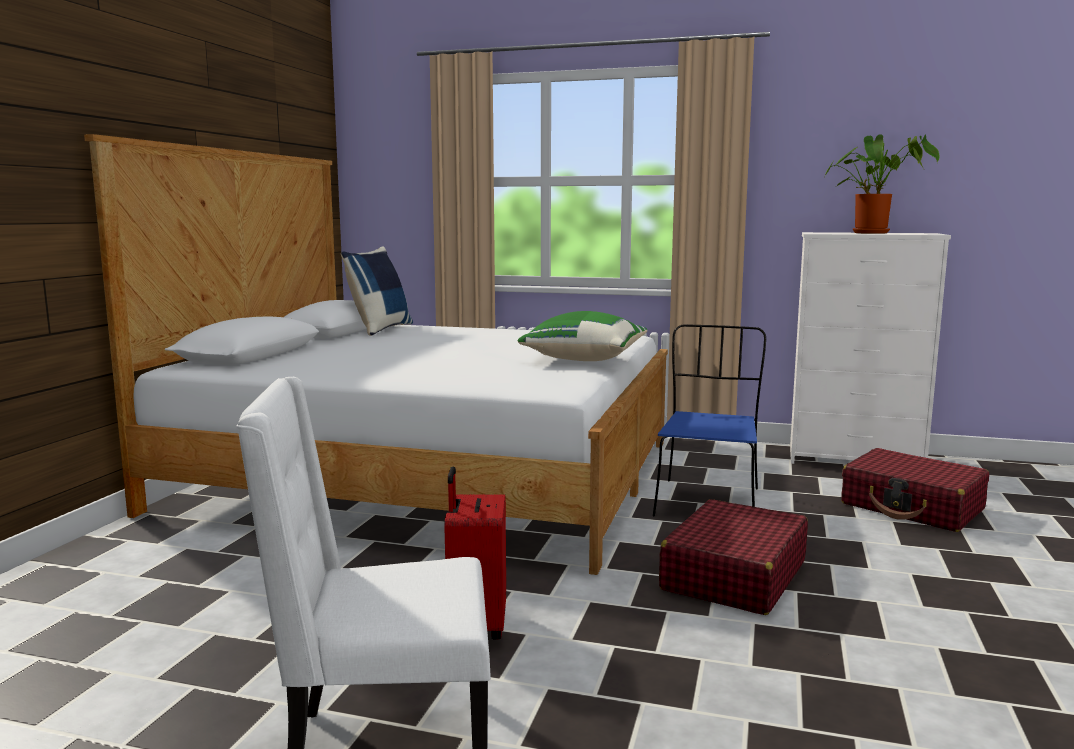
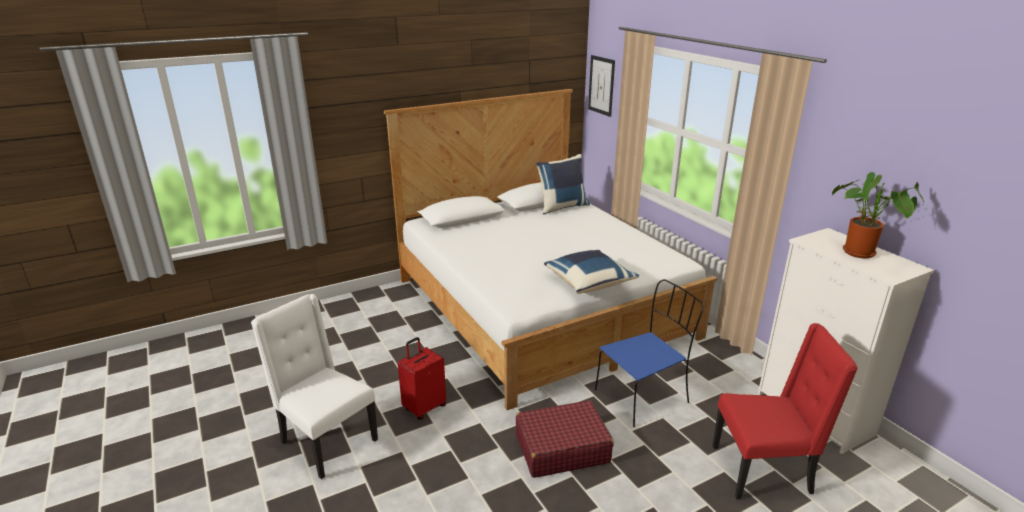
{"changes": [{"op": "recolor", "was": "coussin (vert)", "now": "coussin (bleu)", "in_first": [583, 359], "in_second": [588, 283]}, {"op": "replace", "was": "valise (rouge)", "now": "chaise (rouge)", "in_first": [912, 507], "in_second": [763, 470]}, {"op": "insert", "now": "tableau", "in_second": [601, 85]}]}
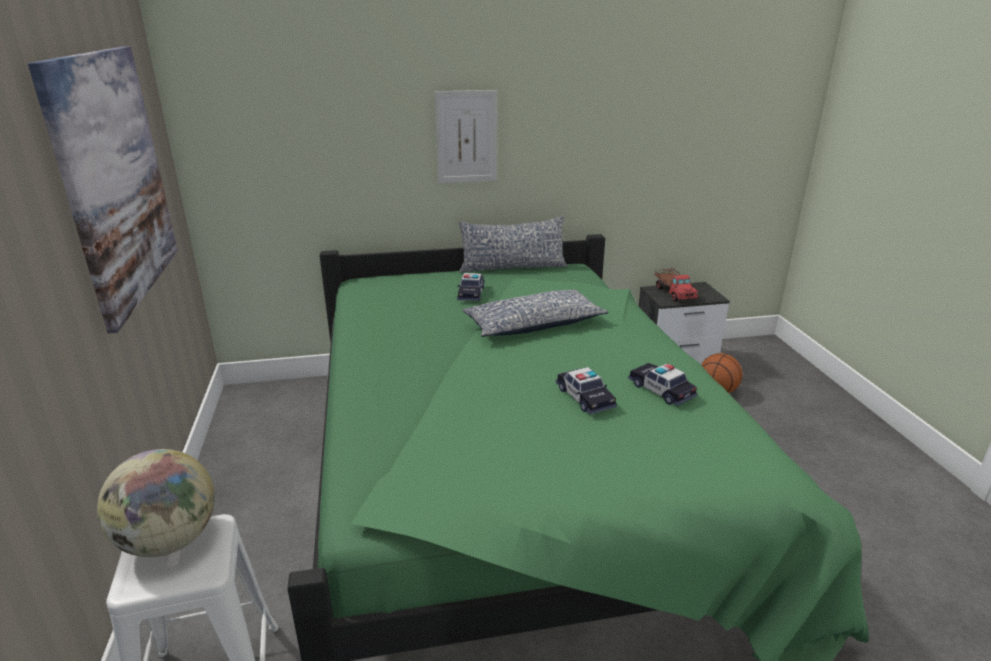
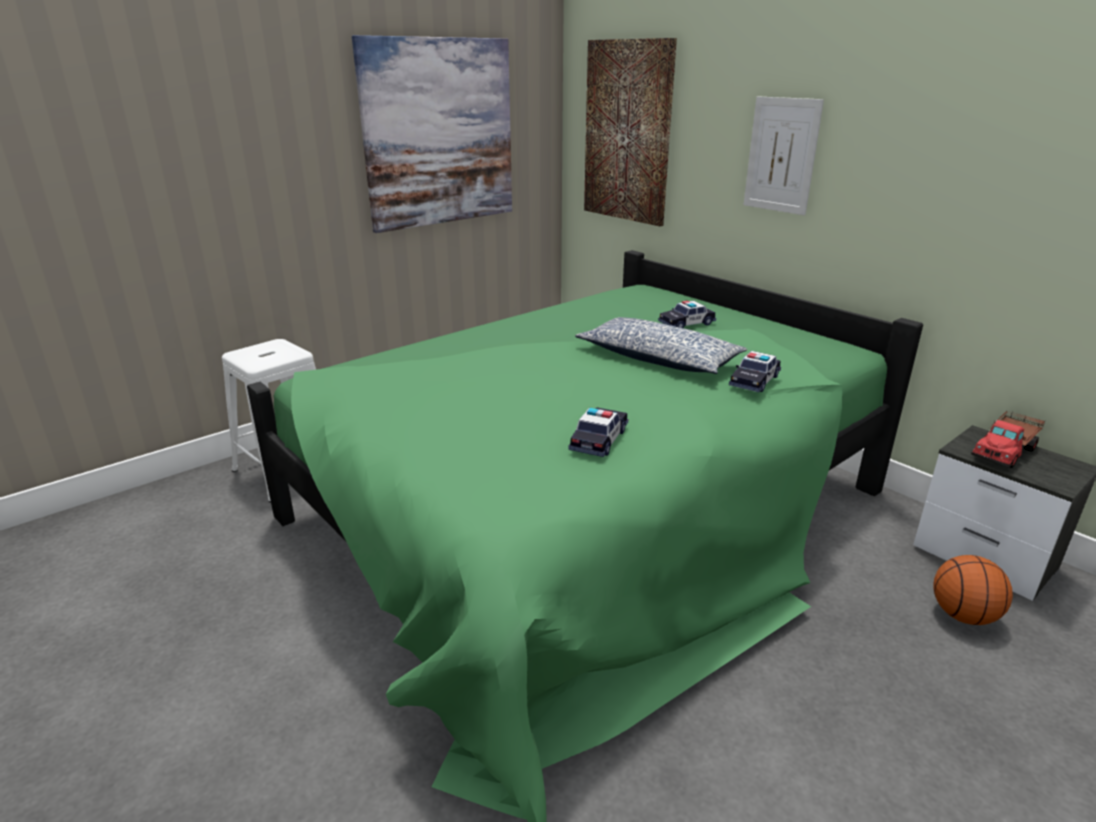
{"changes": [{"op": "delete", "was": "globe", "in_first": [169, 541]}, {"op": "delete", "was": "coussin", "in_first": [512, 267]}, {"op": "move", "was": "petite voiture", "in_first": [584, 397], "in_second": [754, 381]}, {"op": "insert", "now": "tableau", "in_second": [627, 132]}]}
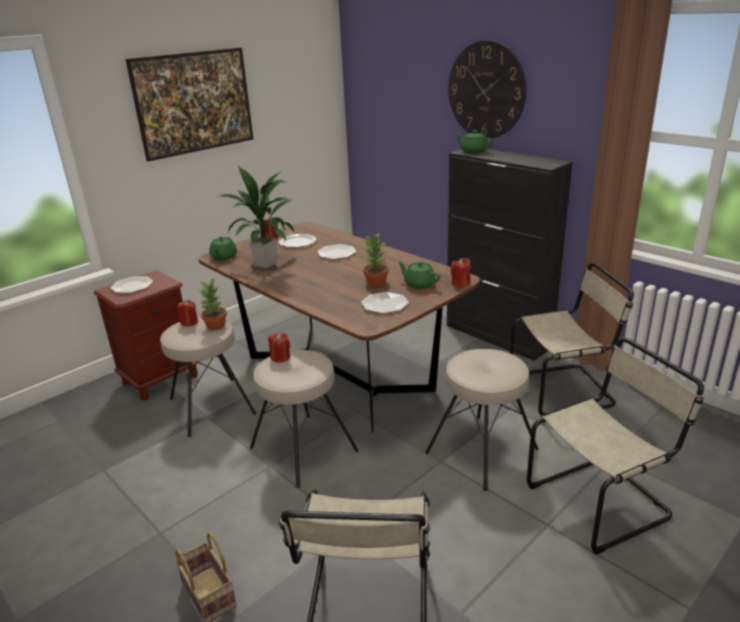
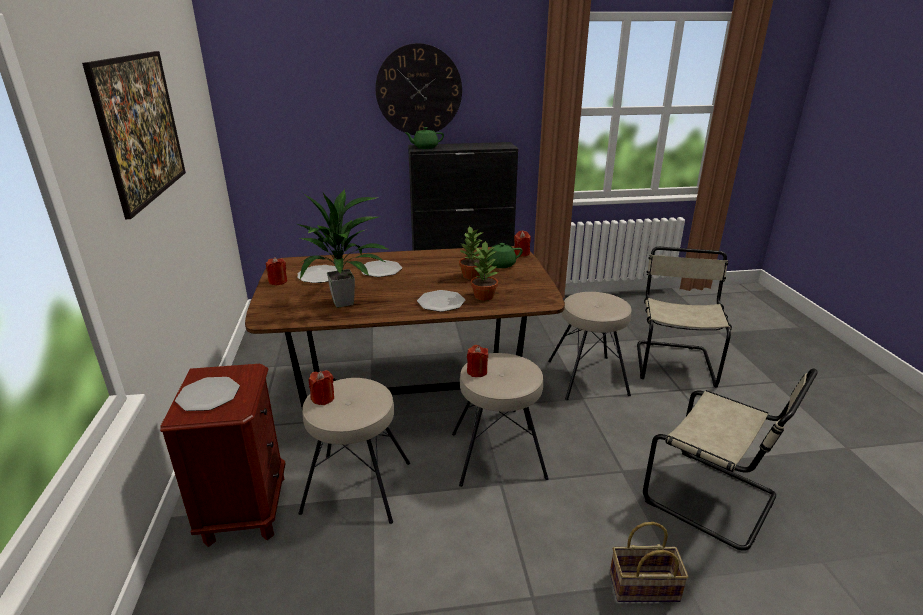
{"changes": [{"op": "move", "was": "plante en pot", "in_first": [216, 326], "in_second": [484, 296]}, {"op": "delete", "was": "théière (vert)", "in_first": [223, 257]}, {"op": "move", "was": "assiette", "in_first": [385, 304], "in_second": [441, 302]}, {"op": "delete", "was": "chaise (beige)", "in_first": [564, 390]}]}
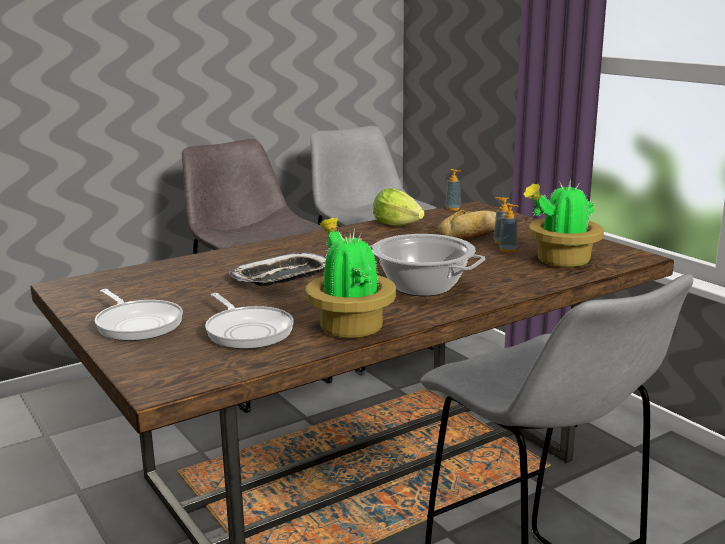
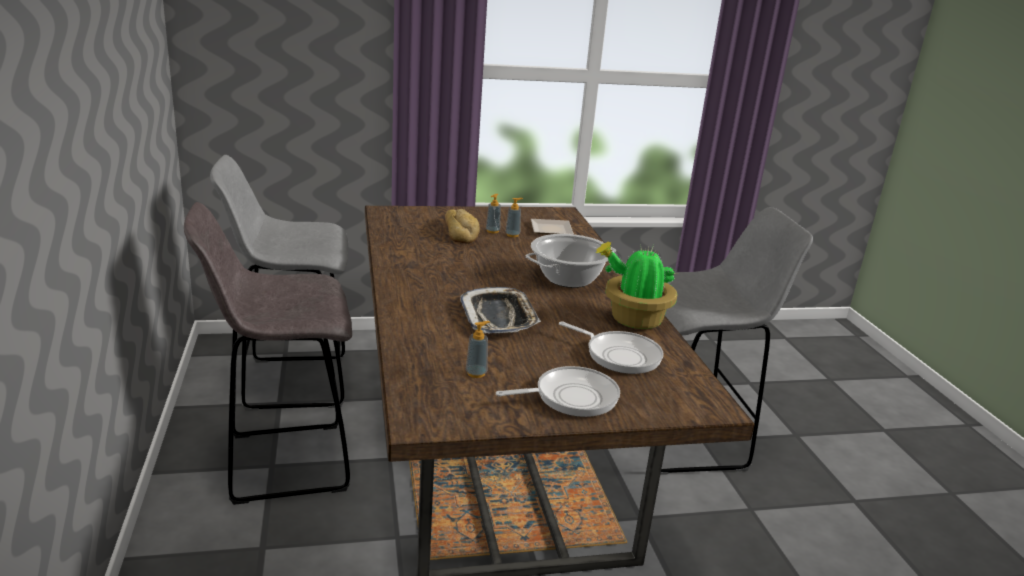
{"changes": [{"op": "rotate", "was": "poêle", "in_first": [247, 331], "in_second": [619, 355], "clockwise": 45}, {"op": "delete", "was": "laitue", "in_first": [397, 225]}, {"op": "move", "was": "distributeur de savon", "in_first": [453, 209], "in_second": [476, 373]}, {"op": "replace", "was": "plante en pot", "now": "assiette", "in_first": [561, 261], "in_second": [553, 230]}]}
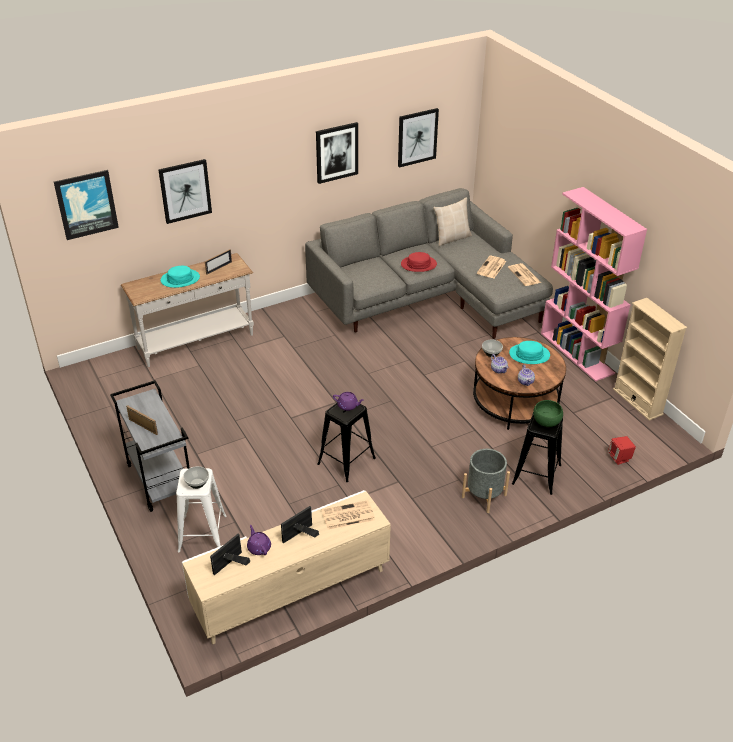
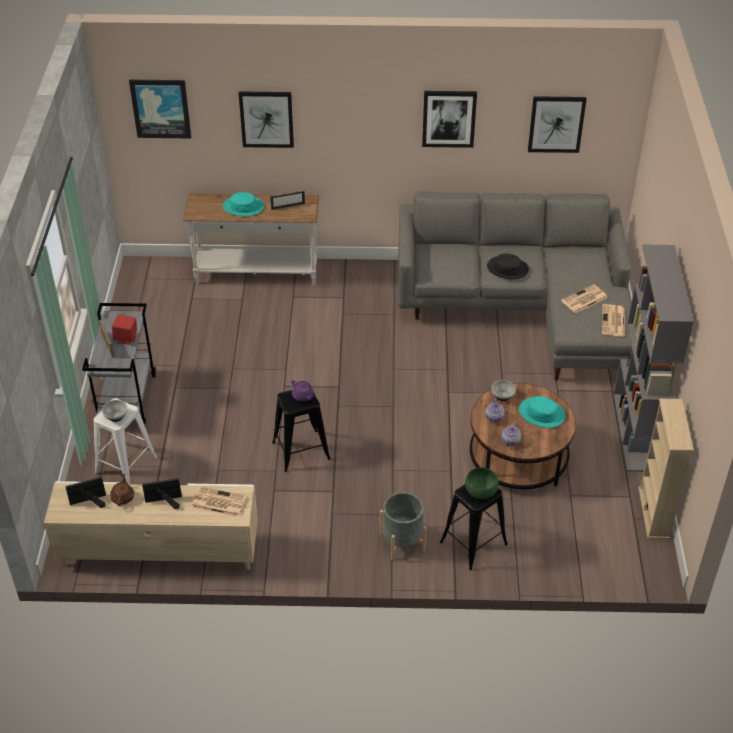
{"changes": [{"op": "recolor", "was": "théière (violet)", "now": "théière (marron)", "in_first": [259, 547], "in_second": [123, 497]}, {"op": "recolor", "was": "chapeau (rouge)", "now": "chapeau (noir)", "in_first": [418, 264], "in_second": [507, 268]}, {"op": "delete", "was": "coussin (beige)", "in_first": [452, 238]}, {"op": "recolor", "was": "bibliothèque (rose)", "now": "bibliothèque (gris)", "in_first": [577, 353], "in_second": [635, 432]}, {"op": "move", "was": "enceinte (rouge)", "in_first": [619, 458], "in_second": [126, 338]}]}
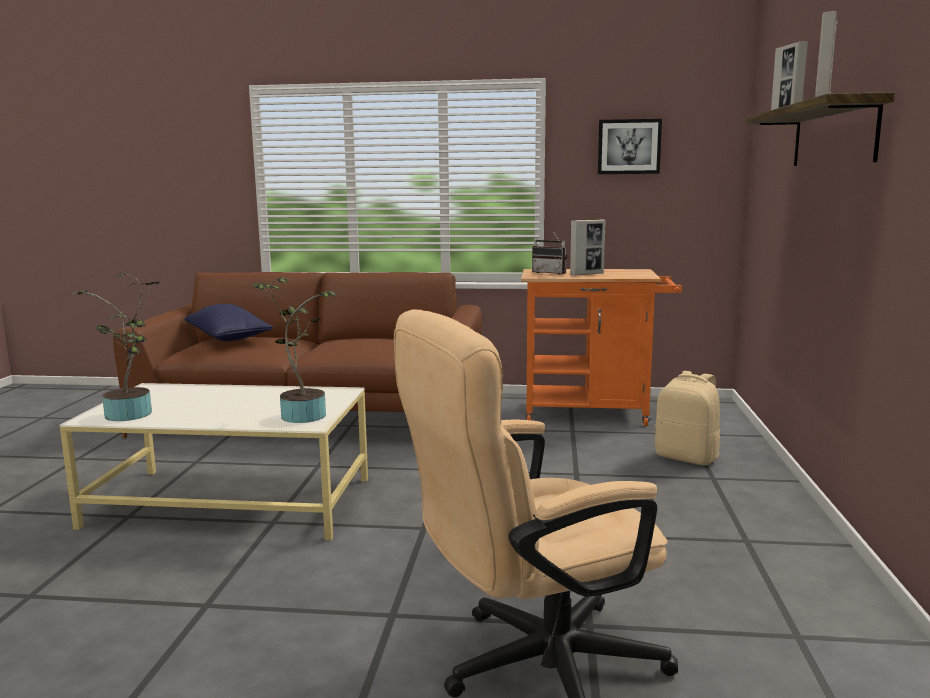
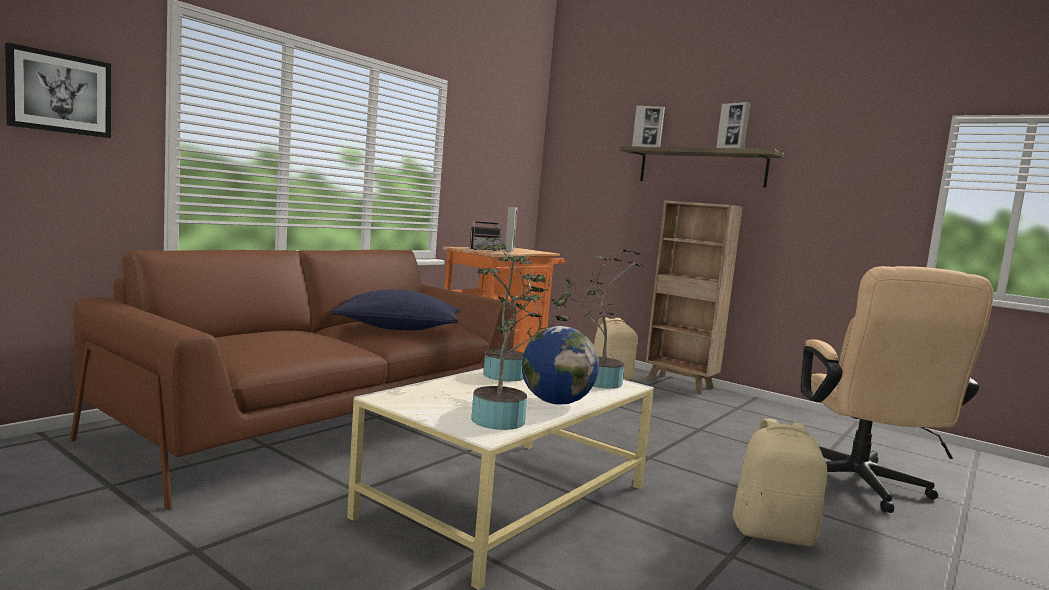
{"changes": [{"op": "move", "was": "coussin (bleu)", "in_first": [228, 338], "in_second": [398, 328]}, {"op": "move", "was": "tableau", "in_first": [629, 147], "in_second": [59, 93]}, {"op": "insert", "now": "plante en pot", "in_second": [508, 374]}, {"op": "insert", "now": "globe", "in_second": [556, 402]}, {"op": "insert", "now": "bibliothèque (marron)", "in_second": [680, 385]}, {"op": "insert", "now": "sac à dos (beige)", "in_second": [774, 533]}]}
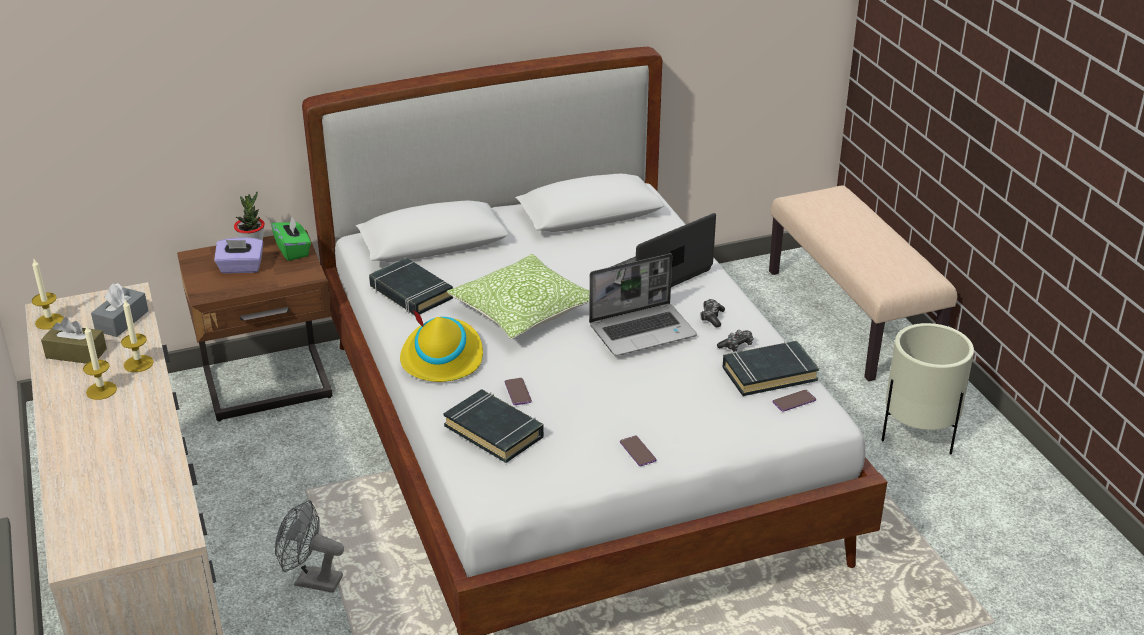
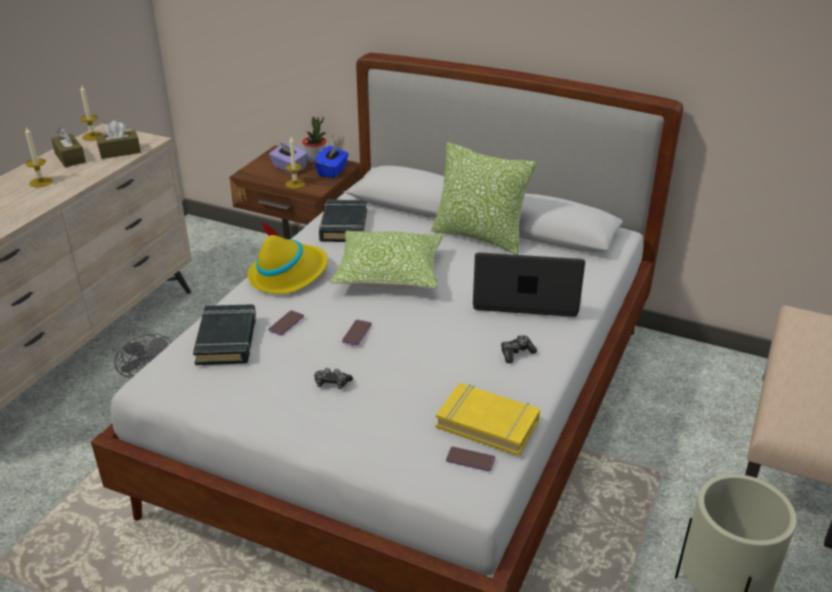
{"changes": [{"op": "recolor", "was": "boîte à mouchoirs (gris)", "now": "boîte à mouchoirs (marron)", "in_first": [122, 321], "in_second": [120, 152]}, {"op": "move", "was": "bougie", "in_first": [138, 363], "in_second": [295, 184]}, {"op": "recolor", "was": "boîte à mouchoirs (vert)", "now": "boîte à mouchoirs (bleu)", "in_first": [293, 250], "in_second": [332, 171]}, {"op": "delete", "was": "ordinateur portable", "in_first": [643, 330]}, {"op": "move", "was": "téléphone", "in_first": [637, 451], "in_second": [357, 333]}, {"op": "move", "was": "manette", "in_first": [736, 345], "in_second": [332, 383]}, {"op": "recolor", "was": "livre (noir)", "now": "livre (jaune)", "in_first": [769, 373], "in_second": [488, 424]}, {"op": "insert", "now": "coussin", "in_second": [479, 237]}]}
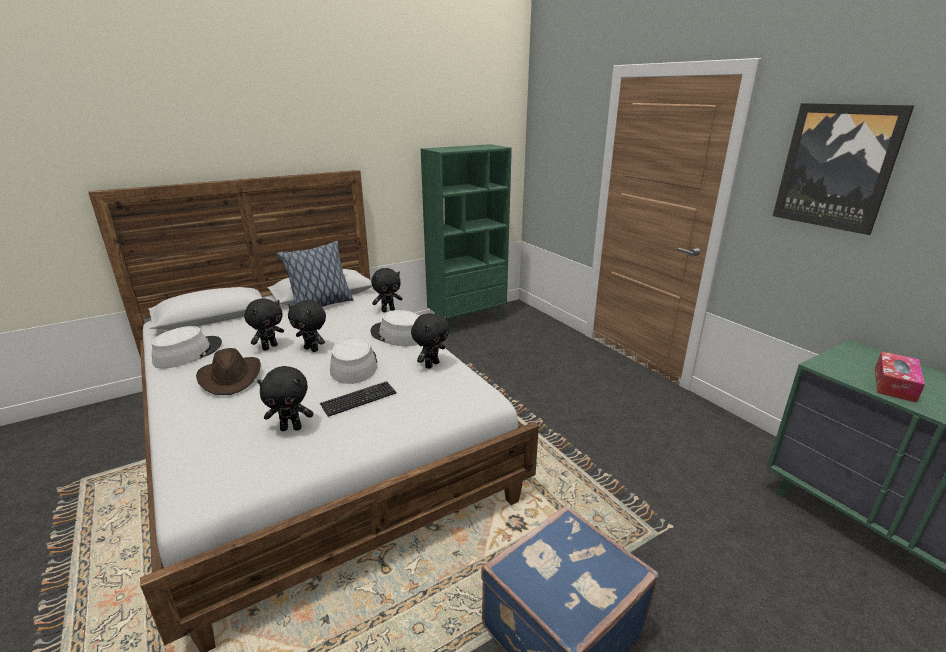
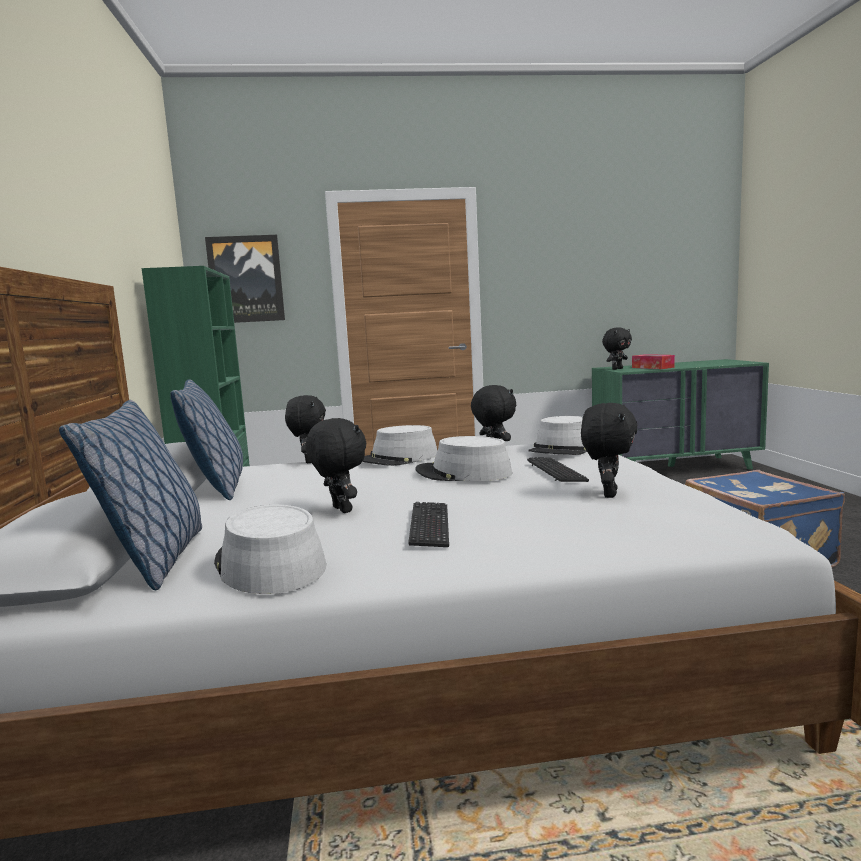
{"changes": [{"op": "replace", "was": "chapeau (marron)", "now": "clavier", "in_first": [231, 377], "in_second": [429, 526]}, {"op": "move", "was": "peluche (noir)", "in_first": [312, 349], "in_second": [617, 369]}, {"op": "move", "was": "tableau", "in_first": [836, 167], "in_second": [246, 279]}, {"op": "insert", "now": "coussin", "in_second": [155, 561]}, {"op": "insert", "now": "chapeau (gris)", "in_second": [562, 449]}]}
